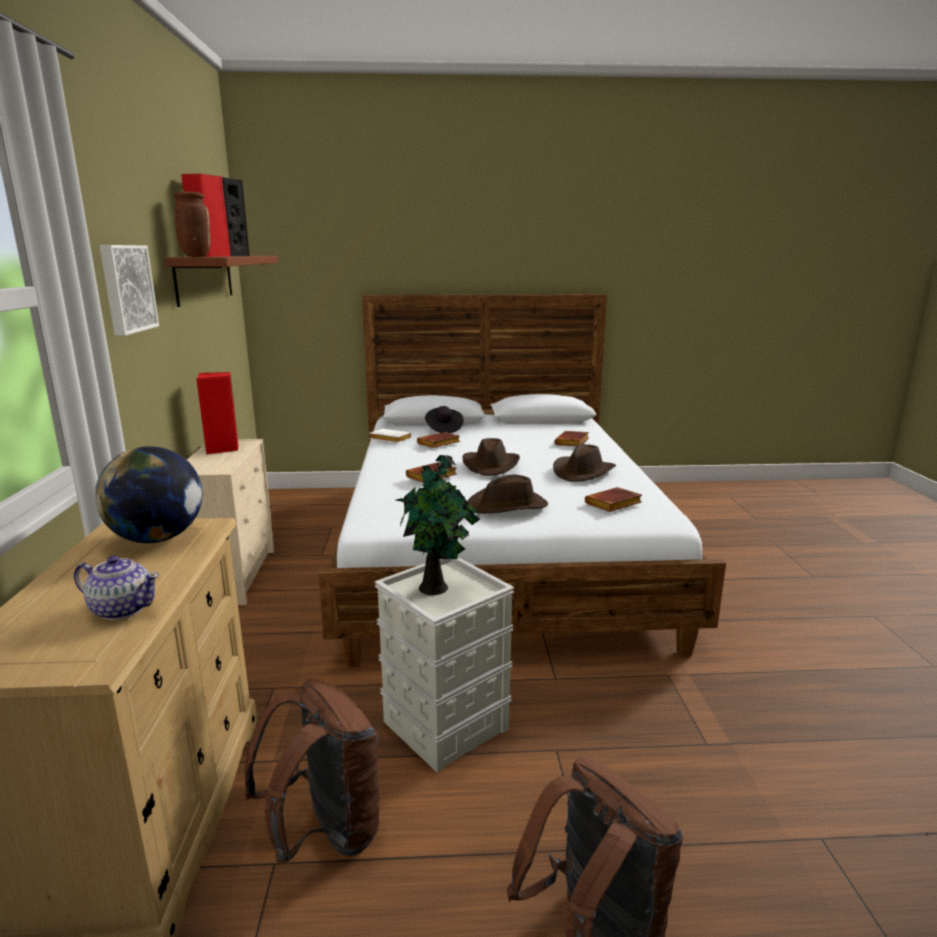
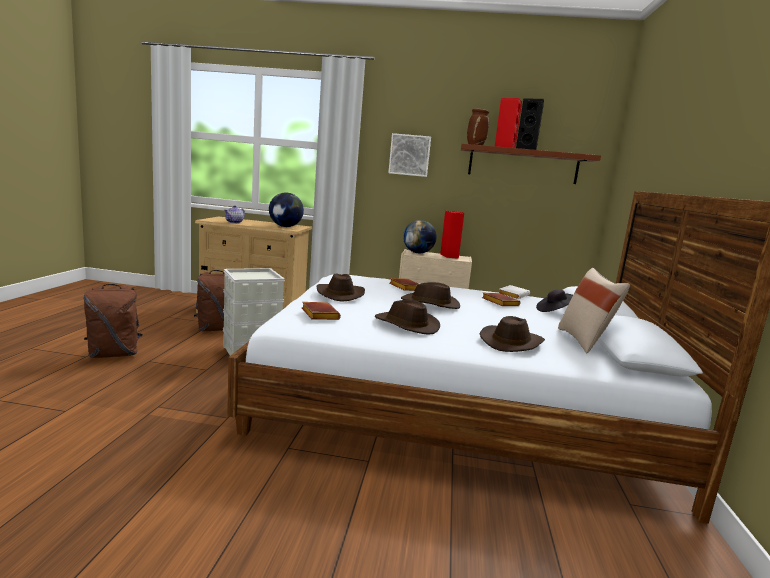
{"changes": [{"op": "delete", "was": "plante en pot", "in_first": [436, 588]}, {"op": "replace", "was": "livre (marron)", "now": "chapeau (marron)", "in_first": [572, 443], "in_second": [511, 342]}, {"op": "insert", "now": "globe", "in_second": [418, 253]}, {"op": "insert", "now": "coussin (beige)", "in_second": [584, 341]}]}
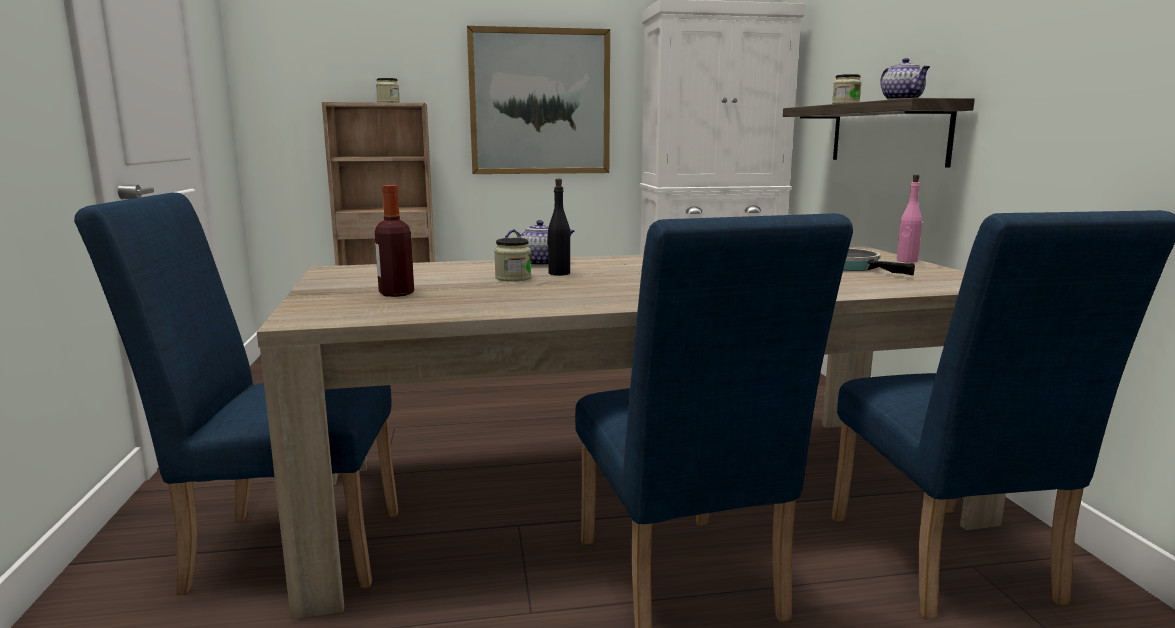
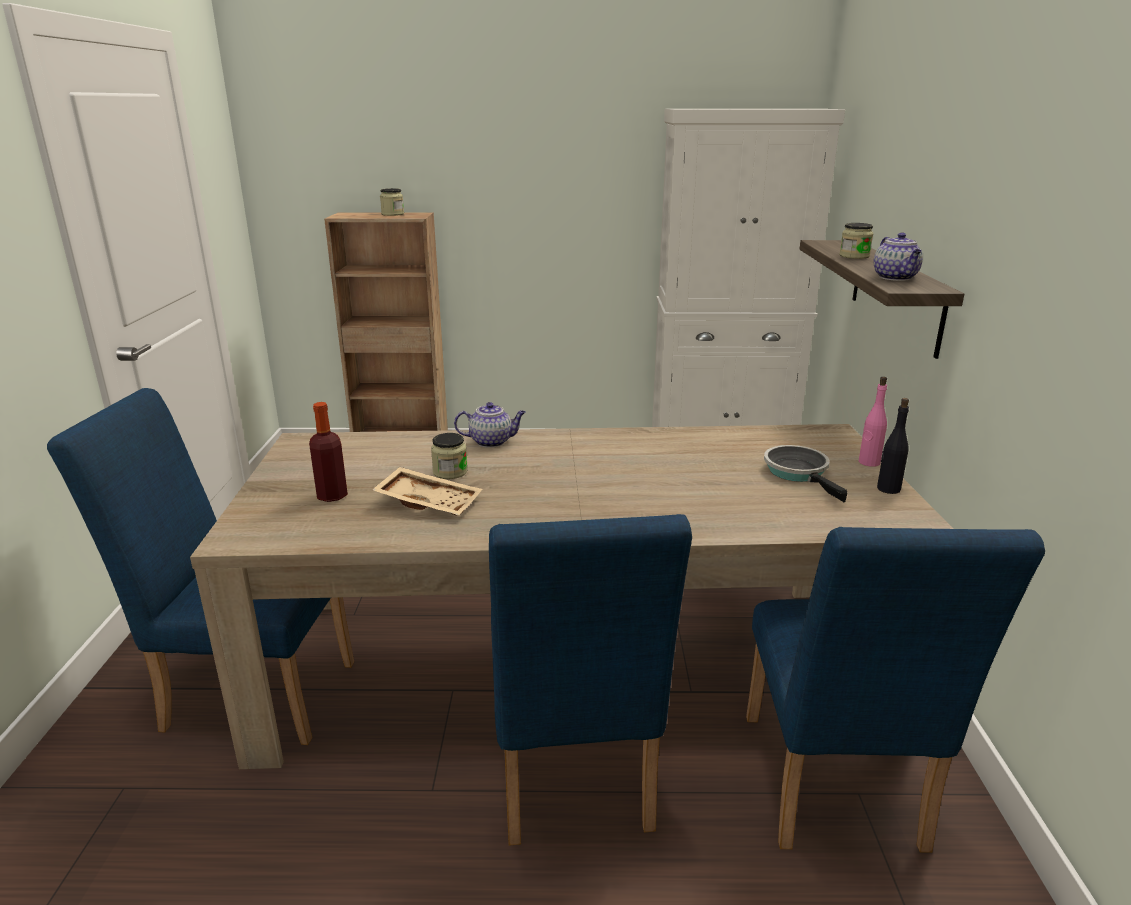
{"changes": [{"op": "delete", "was": "tableau", "in_first": [540, 102]}, {"op": "move", "was": "bouteille (noir)", "in_first": [559, 273], "in_second": [888, 489]}, {"op": "insert", "now": "plateau (beige)", "in_second": [430, 502]}]}
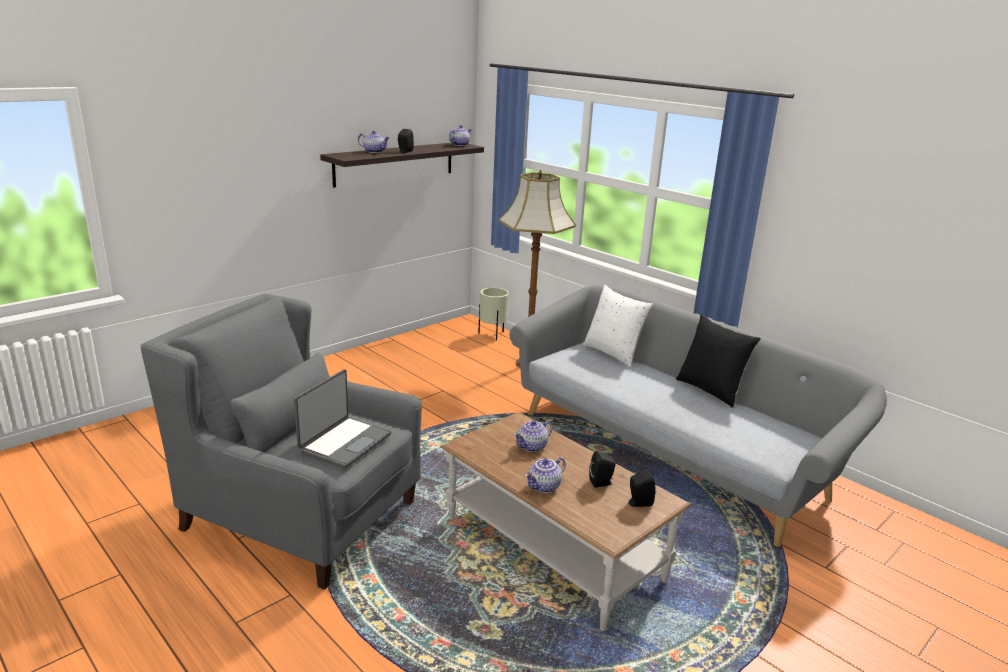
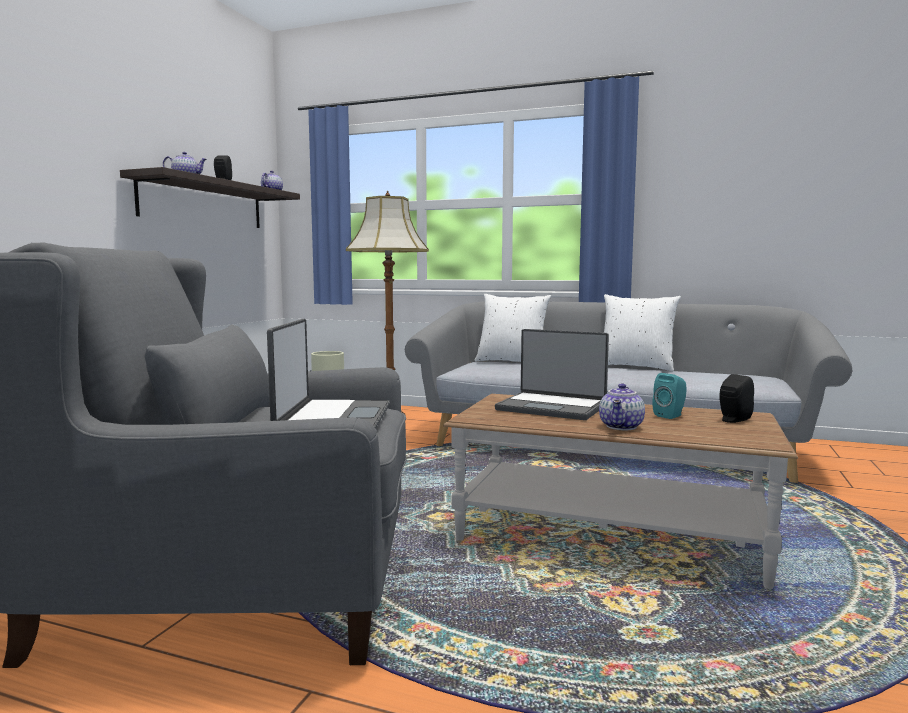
{"changes": [{"op": "replace", "was": "théière", "now": "ordinateur portable", "in_first": [532, 446], "in_second": [552, 408]}, {"op": "recolor", "was": "enceinte (noir)", "now": "enceinte (turquoise)", "in_first": [602, 483], "in_second": [670, 415]}, {"op": "recolor", "was": "coussin (noir)", "now": "coussin (blanc)", "in_first": [711, 390], "in_second": [636, 367]}]}
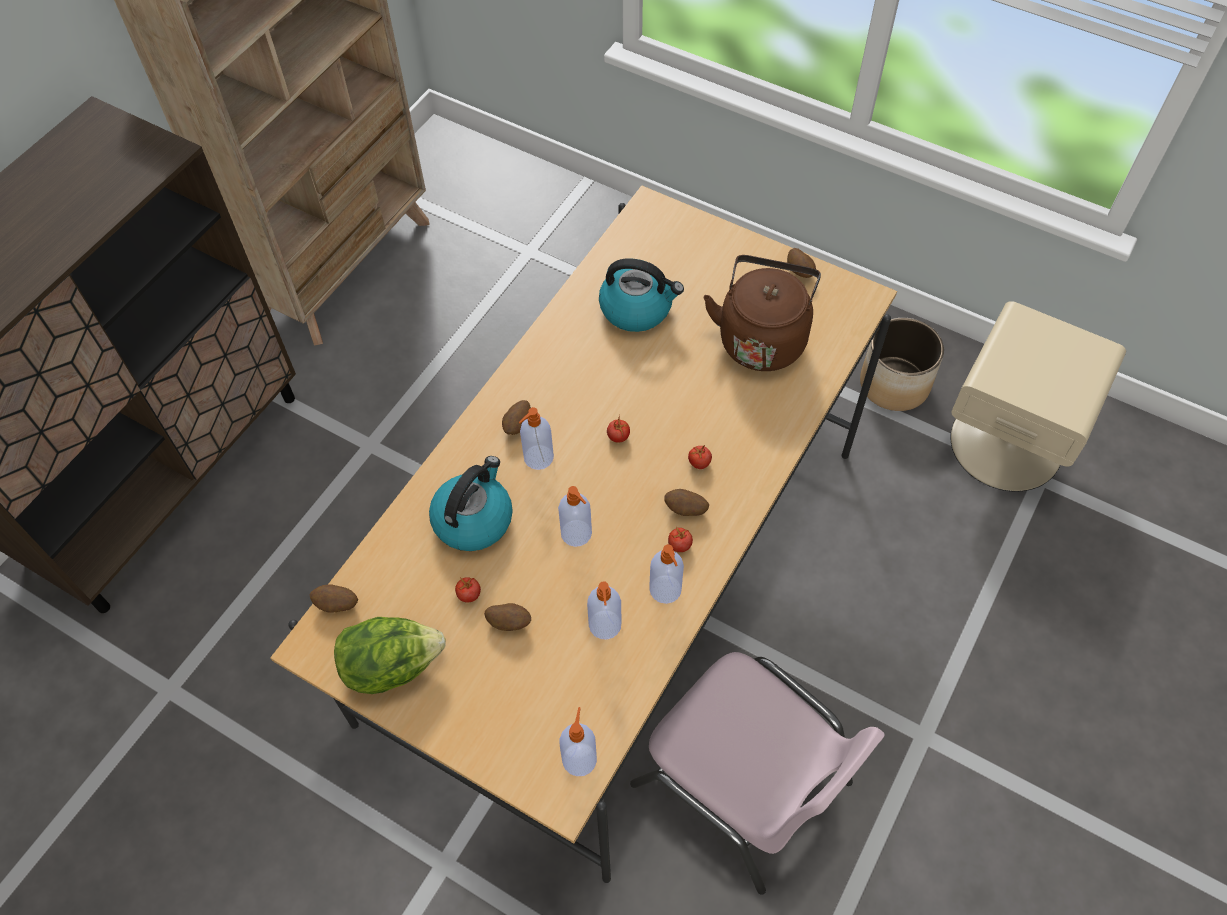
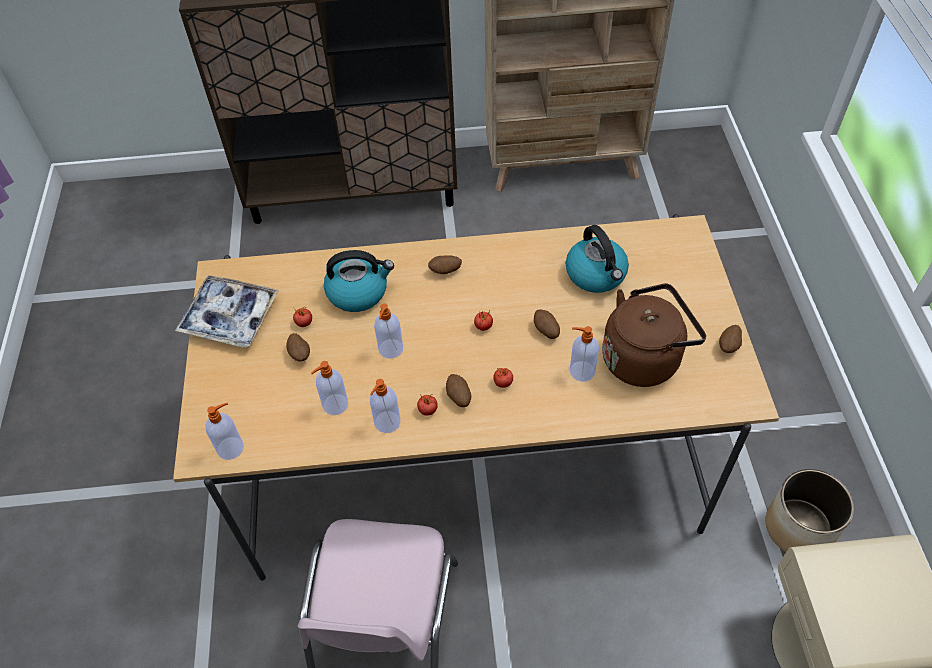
{"changes": [{"op": "move", "was": "pomme de terre", "in_first": [337, 605], "in_second": [546, 331]}, {"op": "replace", "was": "laitue", "now": "plateau", "in_first": [392, 666], "in_second": [230, 317]}, {"op": "move", "was": "distributeur de savon", "in_first": [537, 458], "in_second": [581, 371]}]}
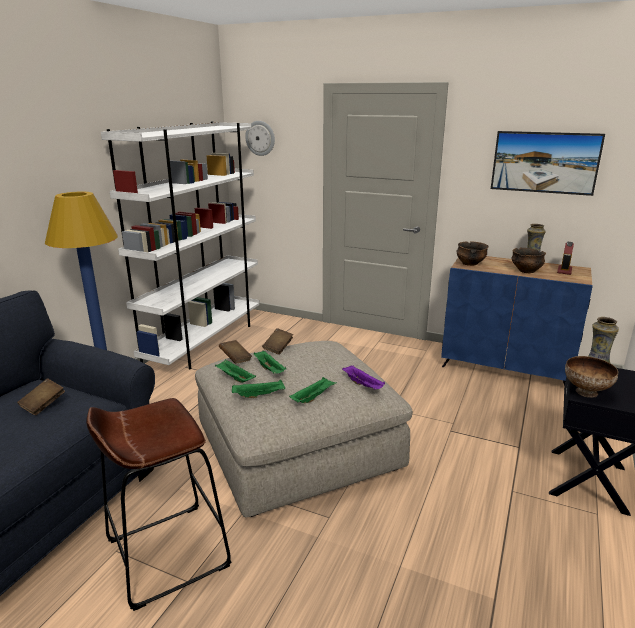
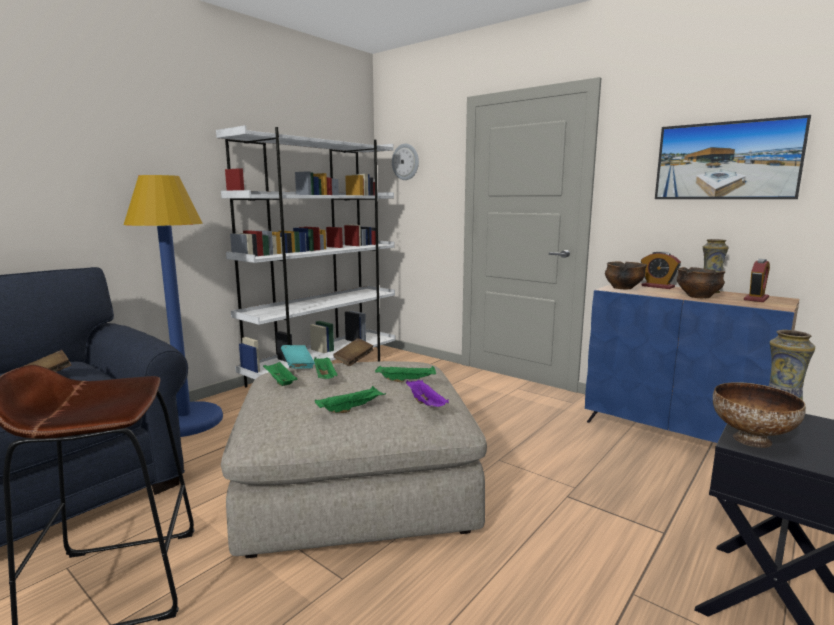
{"changes": [{"op": "recolor", "was": "livre (marron)", "now": "livre (turquoise)", "in_first": [235, 359], "in_second": [298, 365]}, {"op": "move", "was": "plateau (vert)", "in_first": [259, 395], "in_second": [407, 381]}, {"op": "insert", "now": "réveil", "in_second": [657, 286]}]}
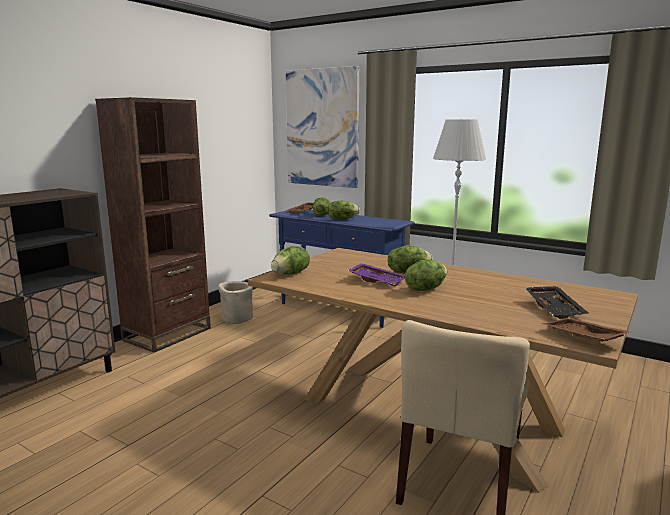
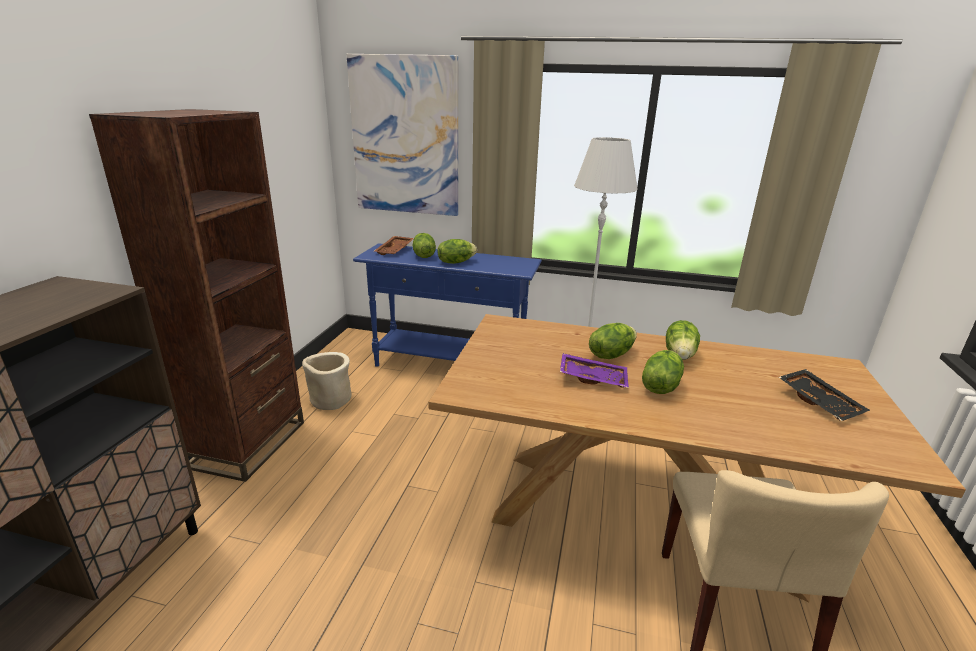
{"changes": [{"op": "move", "was": "laitue", "in_first": [291, 274], "in_second": [680, 355]}, {"op": "delete", "was": "plateau (marron)", "in_first": [582, 338]}]}
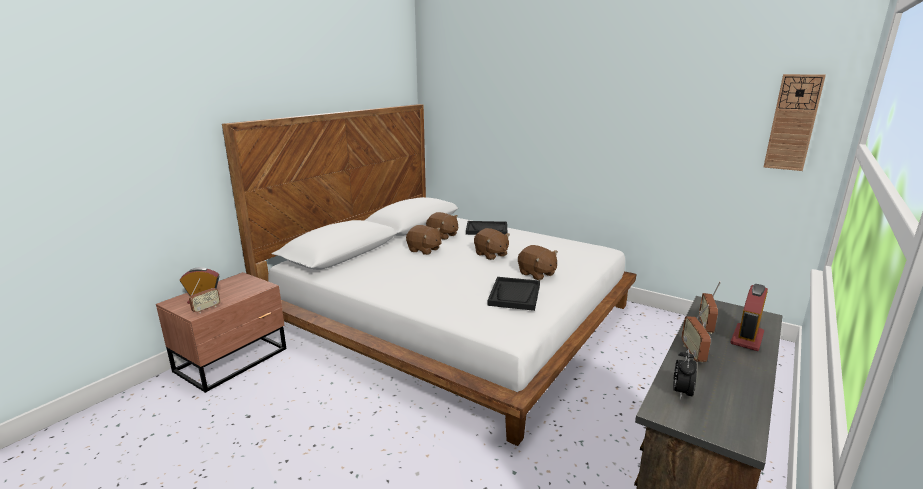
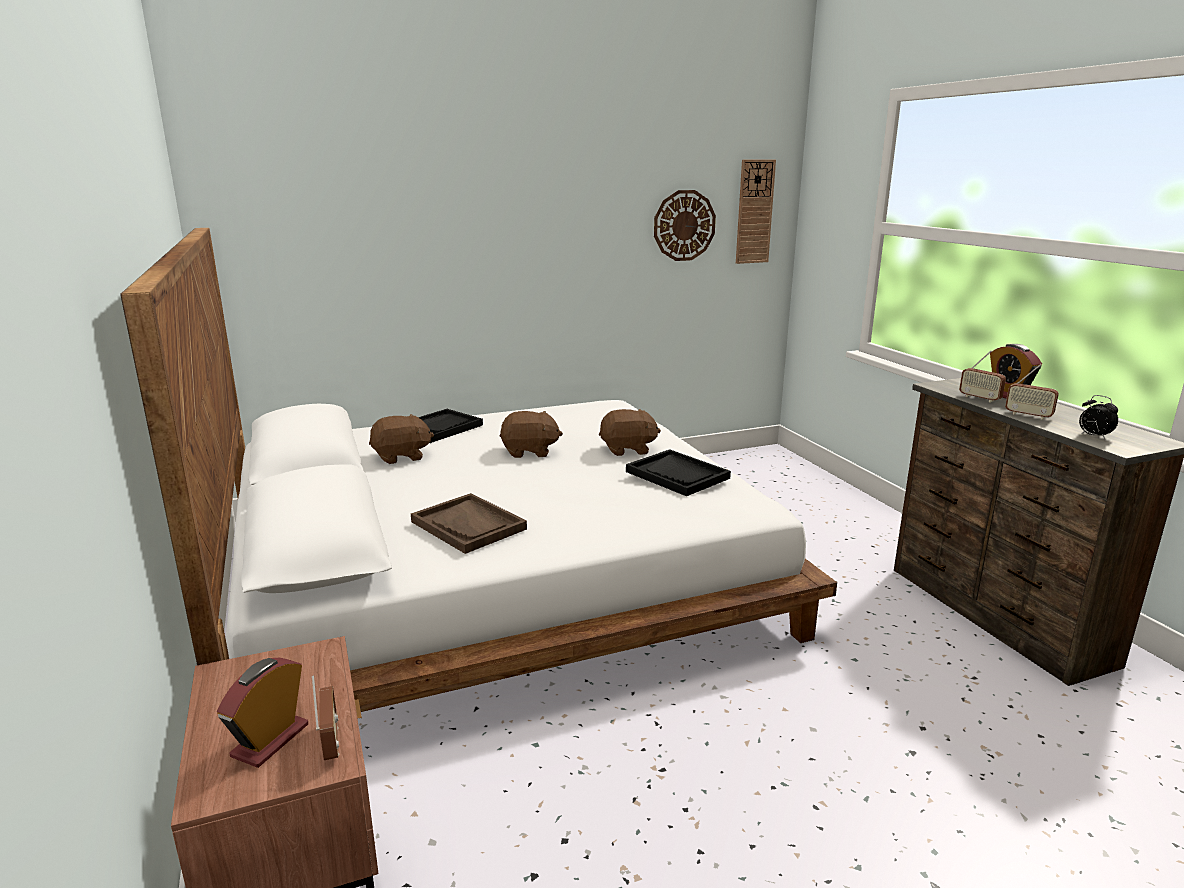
{"changes": [{"op": "delete", "was": "peluche (marron)", "in_first": [424, 250]}, {"op": "insert", "now": "plateau (marron)", "in_second": [469, 525]}, {"op": "insert", "now": "horloge murale", "in_second": [684, 225]}]}
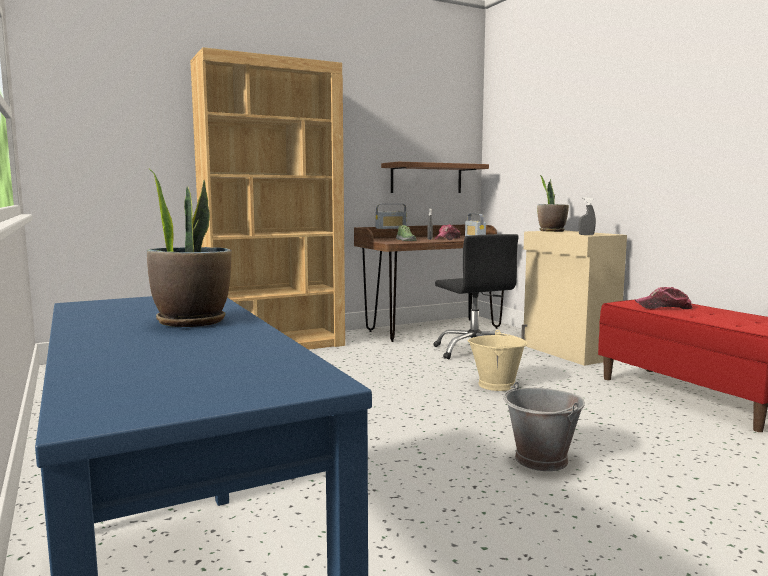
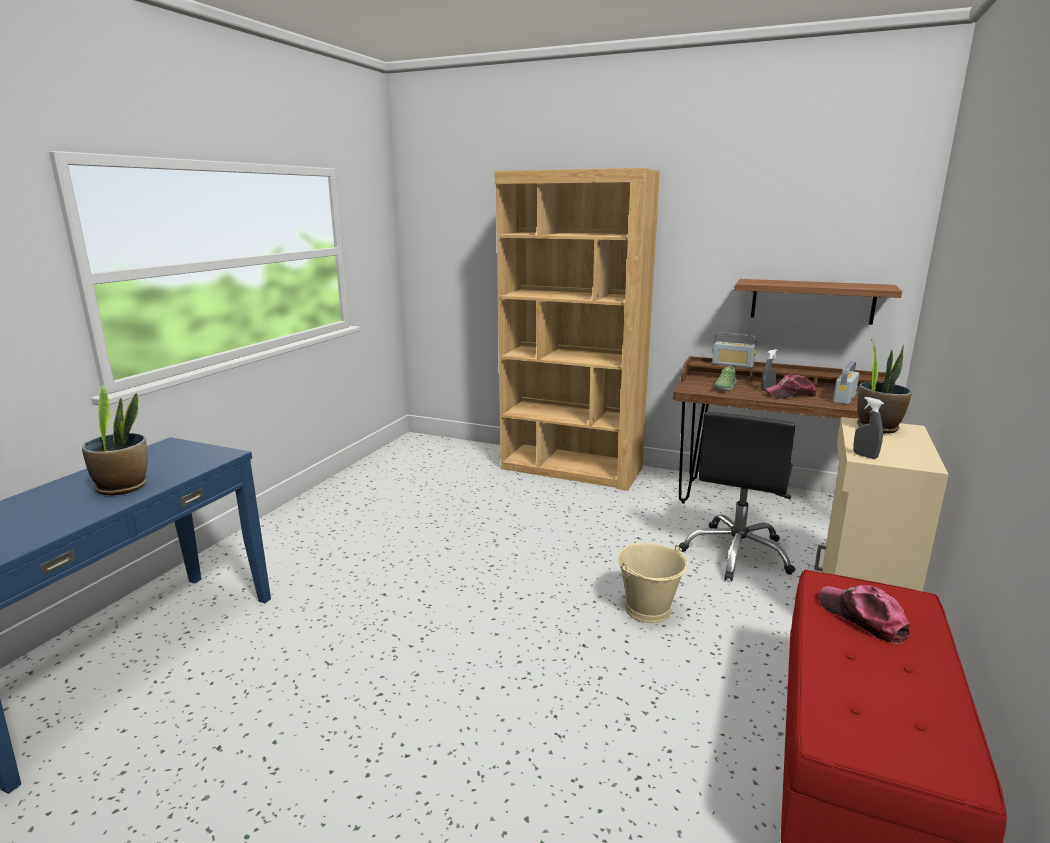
{"changes": [{"op": "delete", "was": "seau (gris)", "in_first": [541, 460]}]}
